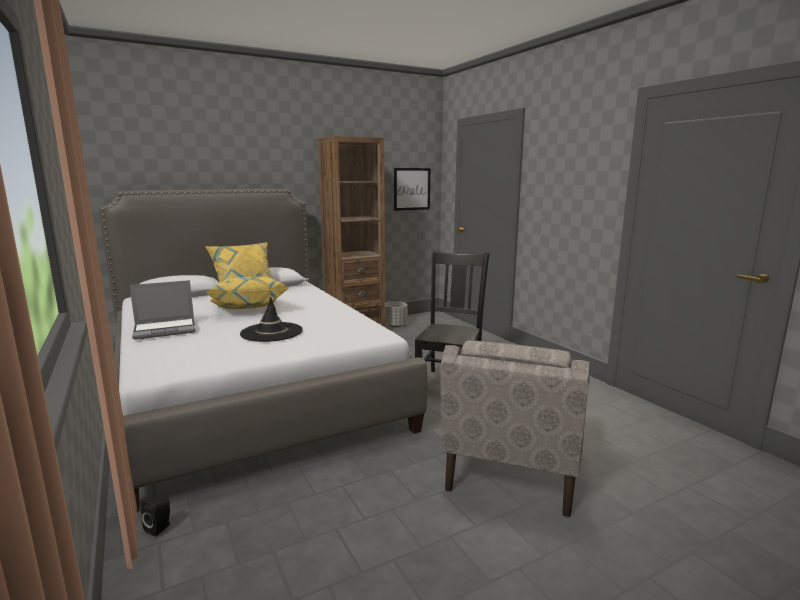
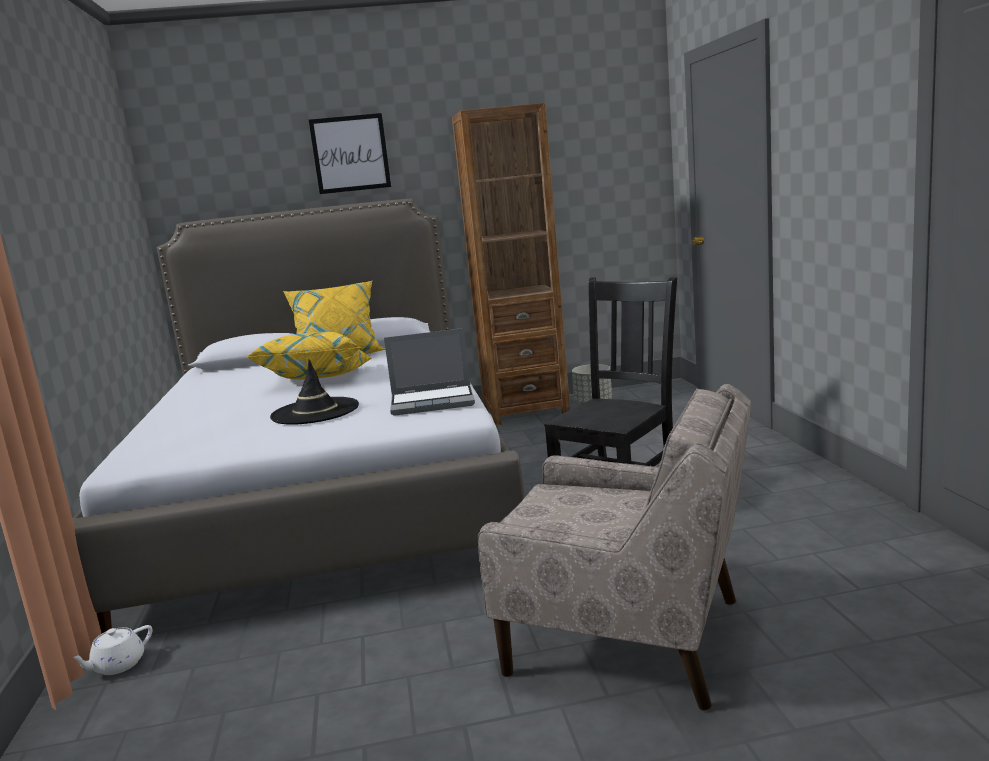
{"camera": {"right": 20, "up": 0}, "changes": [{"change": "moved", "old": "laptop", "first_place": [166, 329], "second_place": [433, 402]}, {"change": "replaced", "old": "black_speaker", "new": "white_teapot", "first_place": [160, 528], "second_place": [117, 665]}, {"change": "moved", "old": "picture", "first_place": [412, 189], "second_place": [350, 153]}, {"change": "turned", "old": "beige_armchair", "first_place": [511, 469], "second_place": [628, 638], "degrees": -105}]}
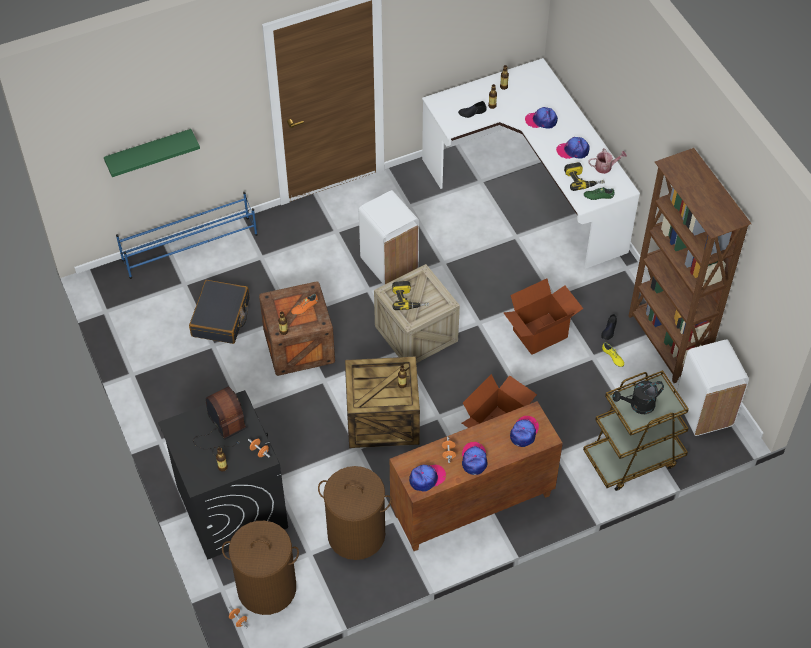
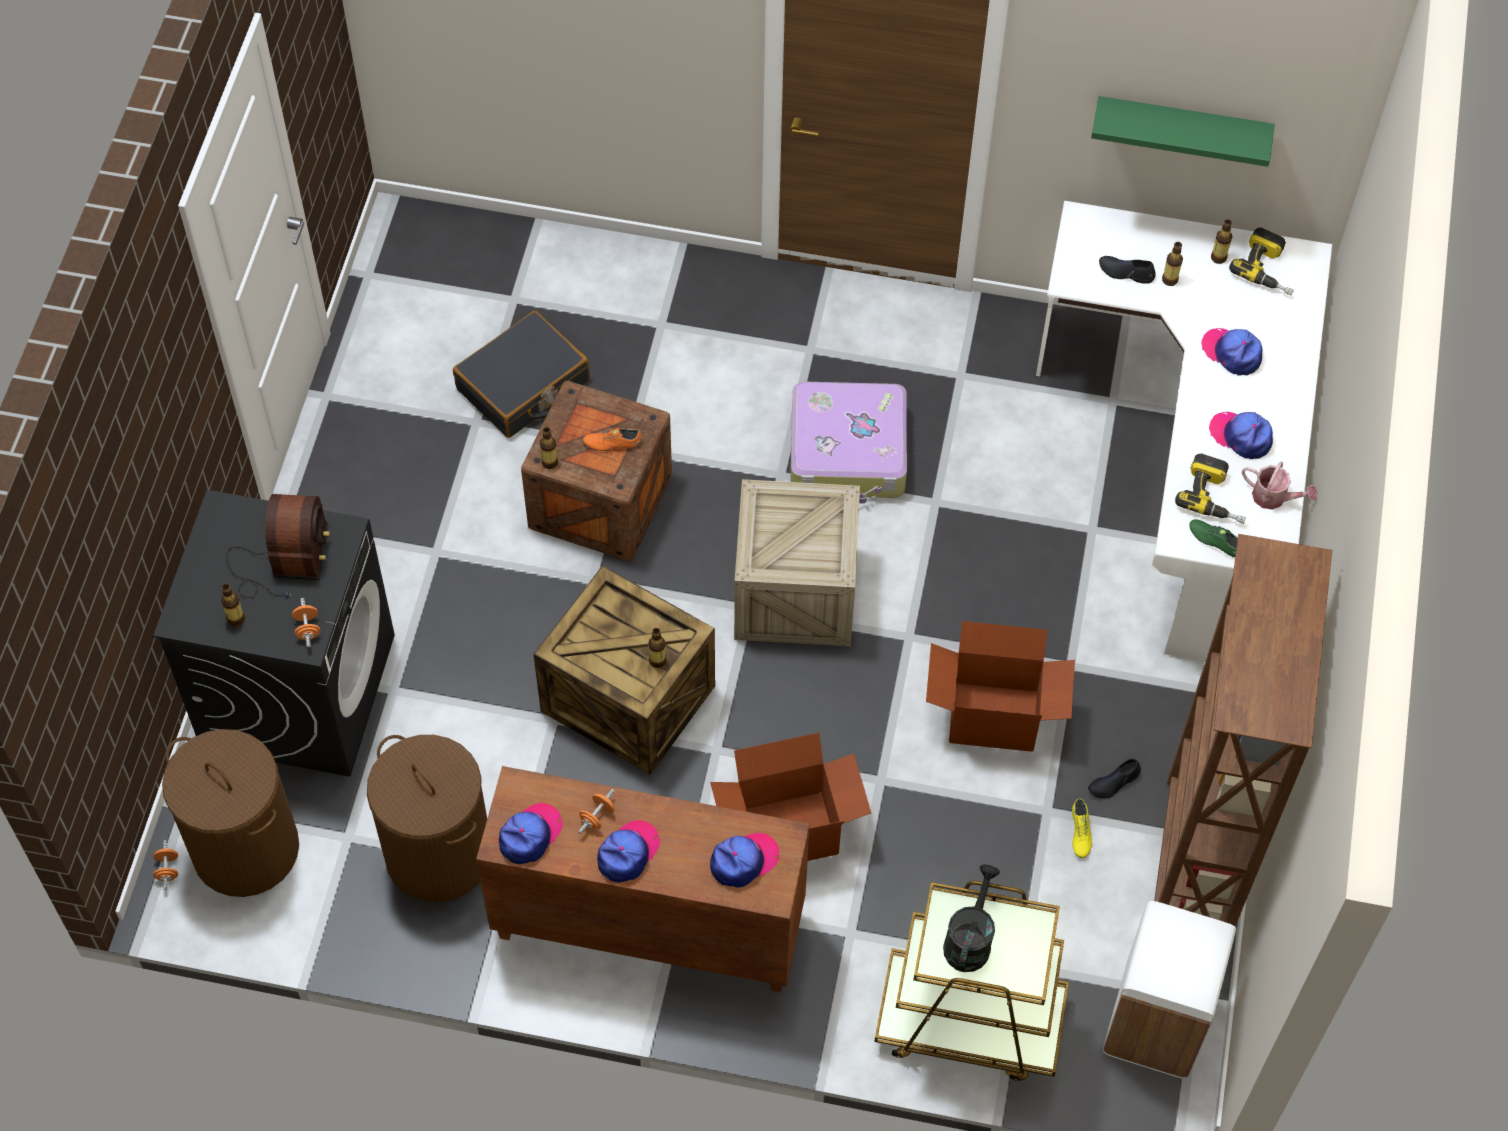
{"camera": {"right": 35, "up": 5}, "changes": [{"change": "moved", "old": "green_shelf", "first_place": [149, 152], "second_place": [1182, 128]}, {"change": "removed", "old": "blue_shoe_rack", "first_place": [190, 247]}, {"change": "replaced", "old": "white_trash_can", "new": "suitcase", "first_place": [389, 264], "second_place": [848, 453]}, {"change": "moved", "old": "power_drill", "first_place": [409, 299], "second_place": [1268, 269]}, {"change": "turned", "old": "cap", "first_place": [427, 478], "second_place": [530, 835], "degrees": -60}, {"change": "turned", "old": "black_watering_can", "first_place": [638, 406], "second_place": [969, 939], "degrees": 90}]}
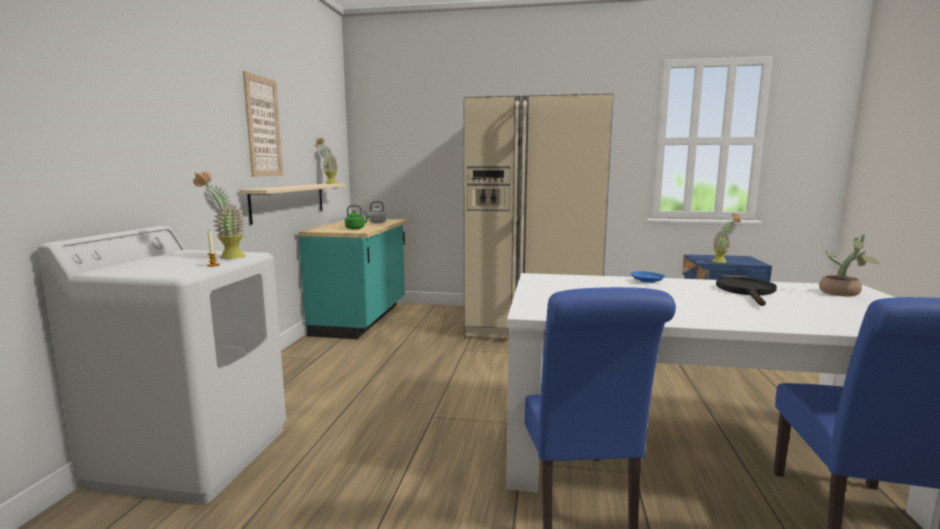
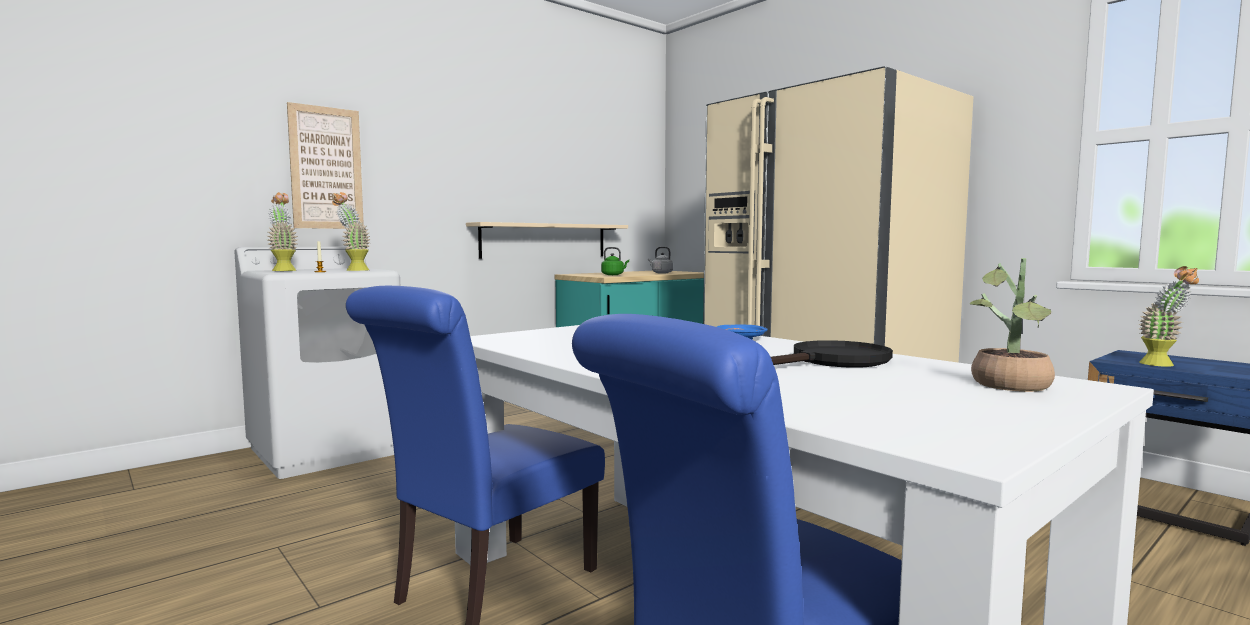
{"camera": {"right": 40, "up": -5}, "changes": [{"change": "moved", "old": "picture", "first_place": [263, 127], "second_place": [326, 168]}, {"change": "moved", "old": "potted_plant", "first_place": [328, 183], "second_place": [283, 270]}]}
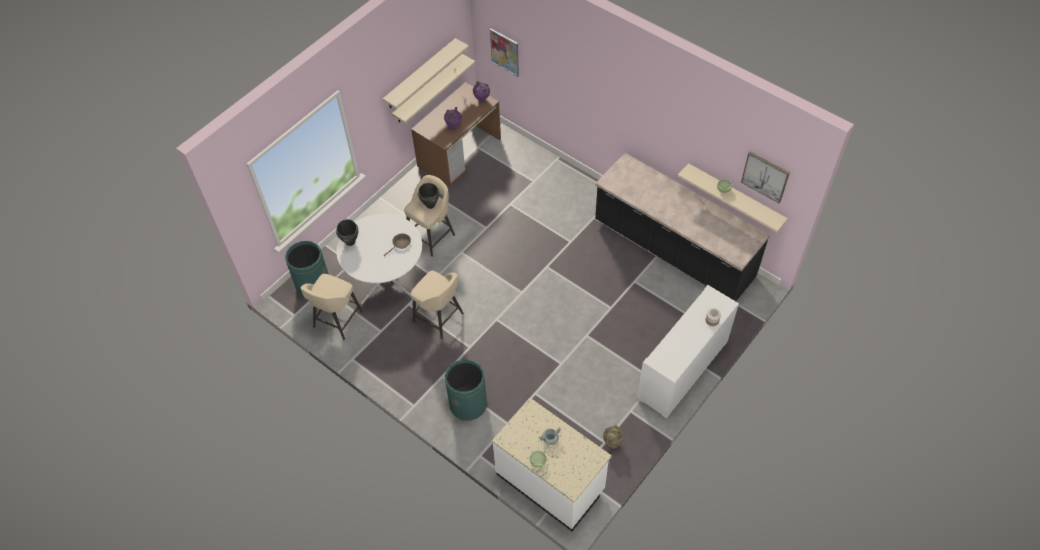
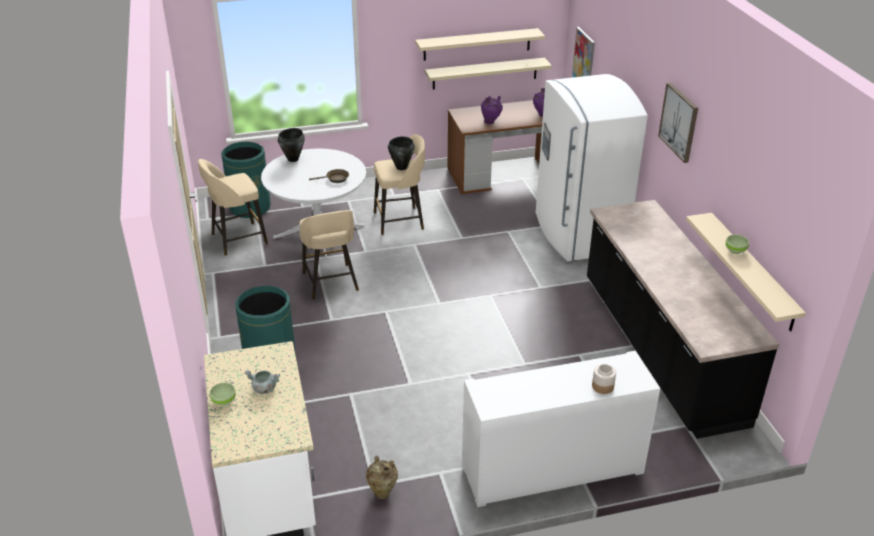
{"camera": {"right": 35, "up": -20}, "changes": [{"change": "moved", "old": "picture", "first_place": [765, 176], "second_place": [679, 122]}, {"change": "added", "new": "white_fridge", "second_place": [577, 234]}]}
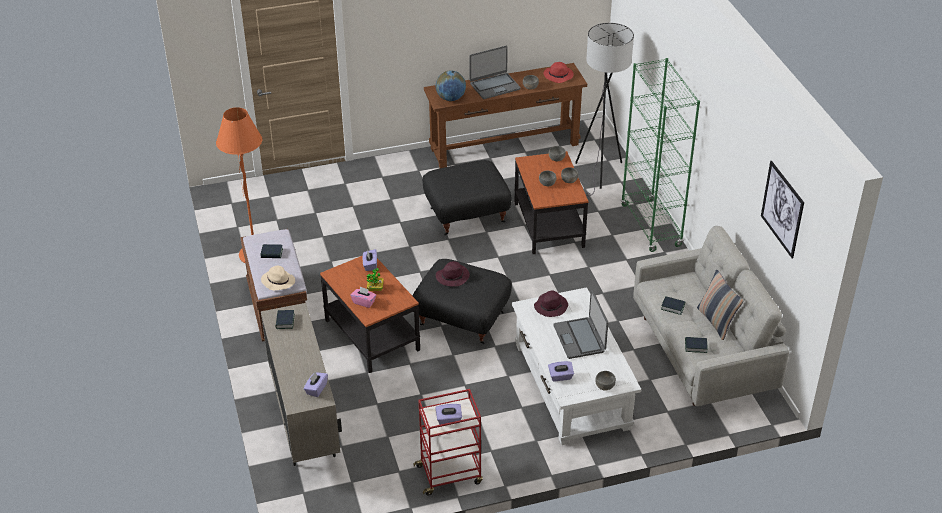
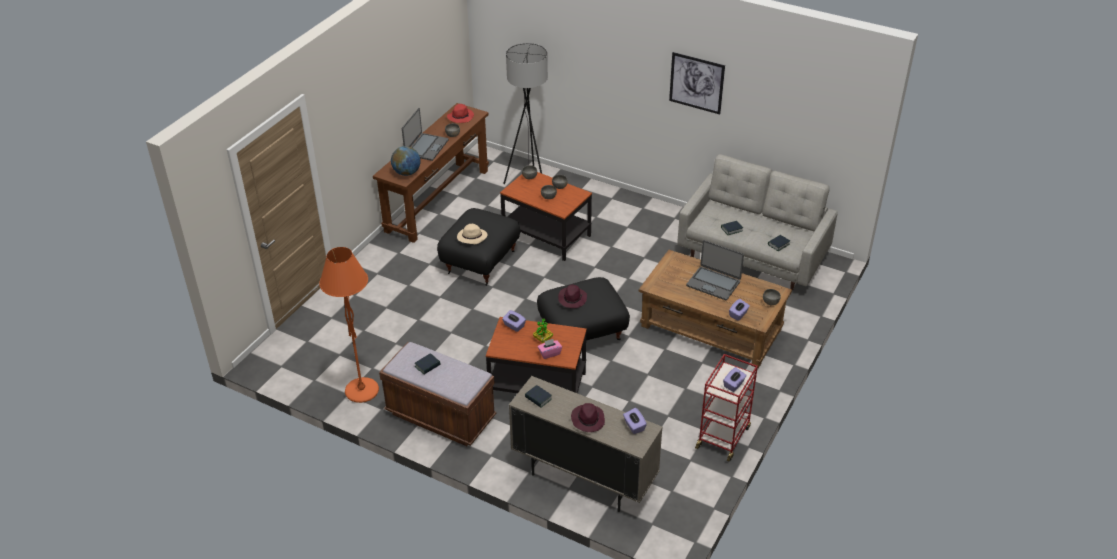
{"camera": {"right": -45, "up": 0}, "changes": [{"change": "moved", "old": "beige_hat", "first_place": [278, 281], "second_place": [471, 237]}, {"change": "recoloured", "old": "white_coffee_table", "new": "brown_coffee_table", "first_place": [572, 386], "second_place": [711, 328]}, {"change": "moved", "old": "purple_hat", "first_place": [551, 306], "second_place": [587, 419]}, {"change": "removed", "old": "green_bookcase", "first_place": [651, 226]}, {"change": "removed", "old": "pillow", "first_place": [716, 322]}, {"change": "moved", "old": "picture", "first_place": [782, 209], "second_place": [696, 83]}]}
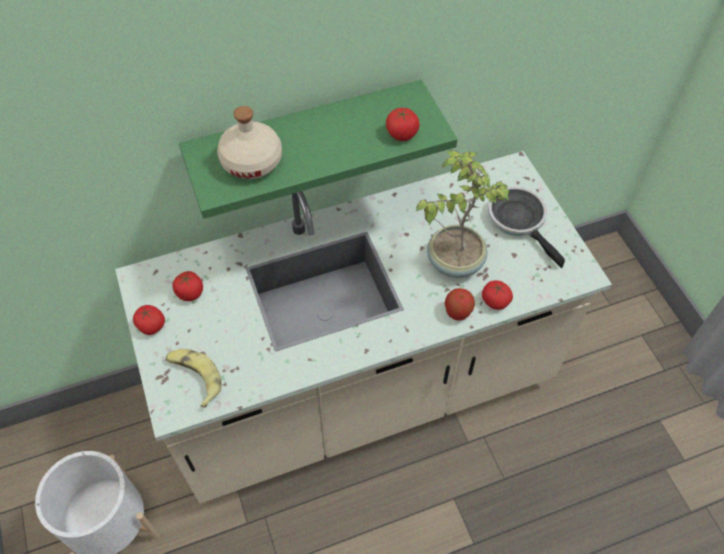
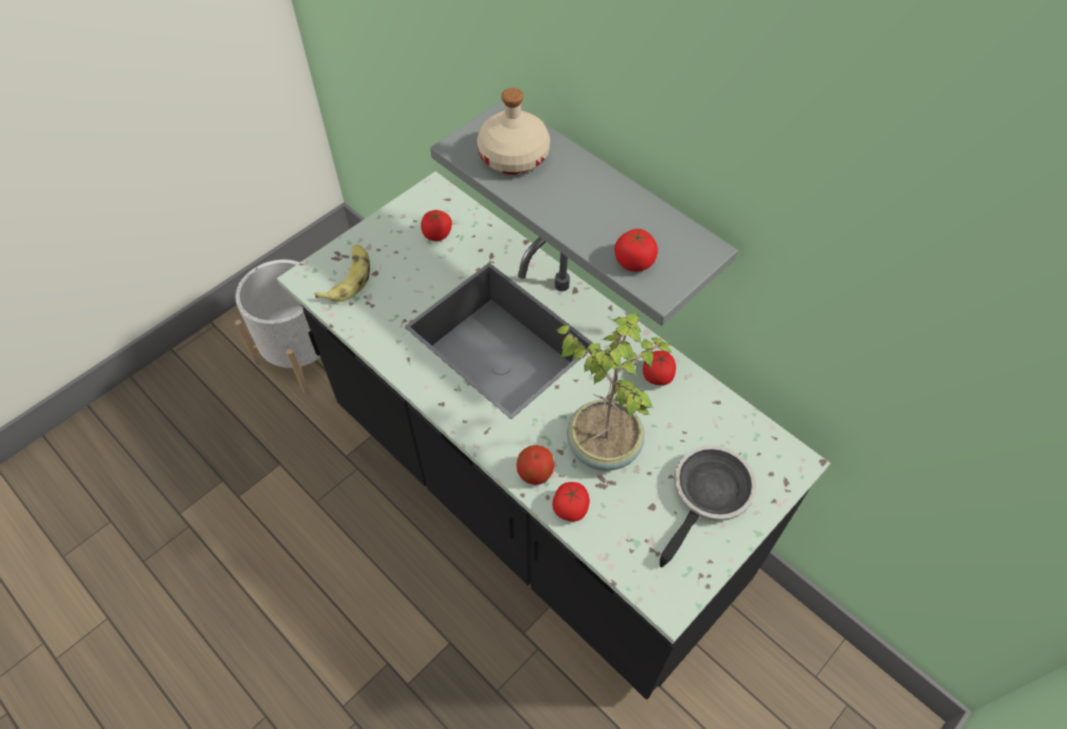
{"camera": {"right": 65, "up": 0}, "changes": [{"change": "recoloured", "old": "beige_counter", "new": "black_counter", "first_place": [362, 388], "second_place": [533, 495]}, {"change": "moved", "old": "tomato", "first_place": [151, 326], "second_place": [657, 375]}, {"change": "recoloured", "old": "green_shelf", "new": "grey_shelf", "first_place": [306, 137], "second_place": [610, 201]}]}
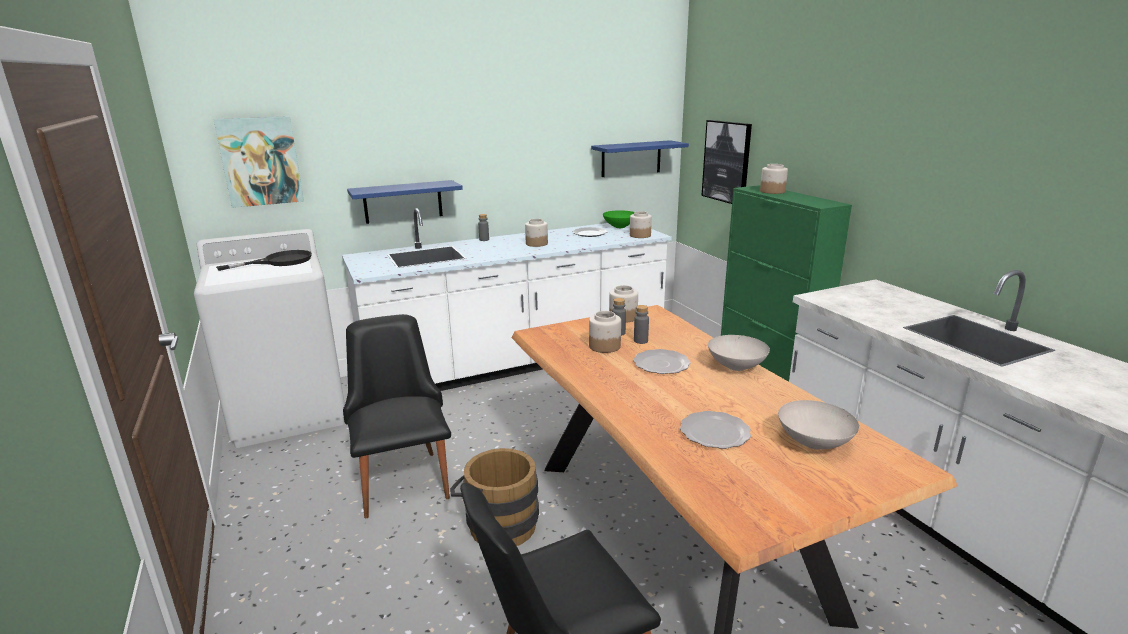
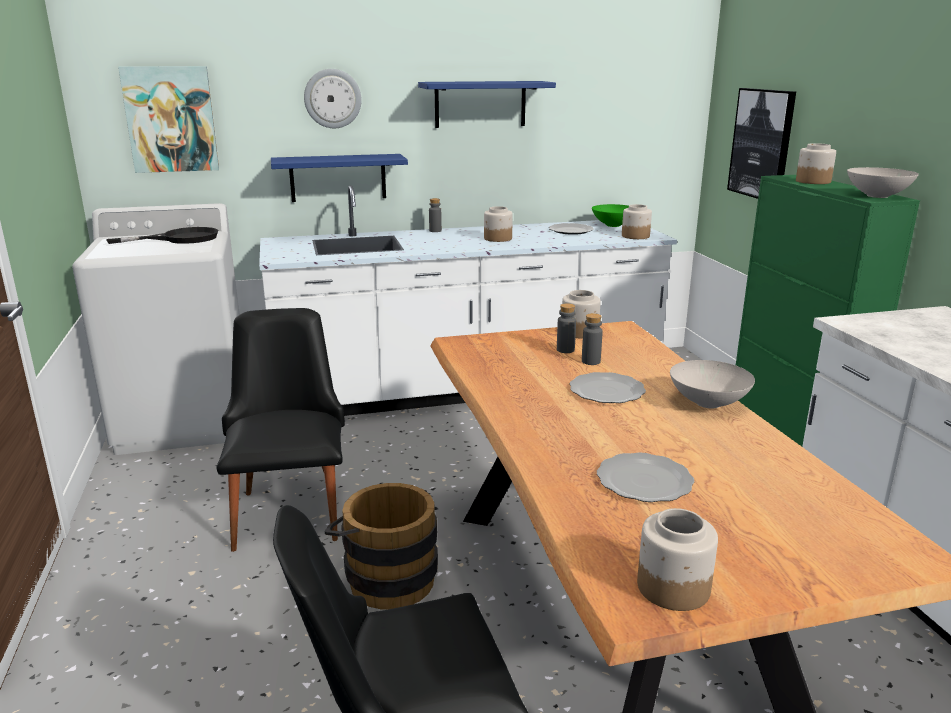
{"camera": {"right": 10, "up": 0}, "changes": [{"change": "moved", "old": "jar", "first_place": [604, 346], "second_place": [672, 587]}, {"change": "moved", "old": "blue_shelf", "first_place": [631, 158], "second_place": [480, 104]}, {"change": "moved", "old": "white_bowl", "first_place": [815, 443], "second_place": [878, 196]}, {"change": "added", "new": "wall_clock", "second_place": [332, 98]}]}
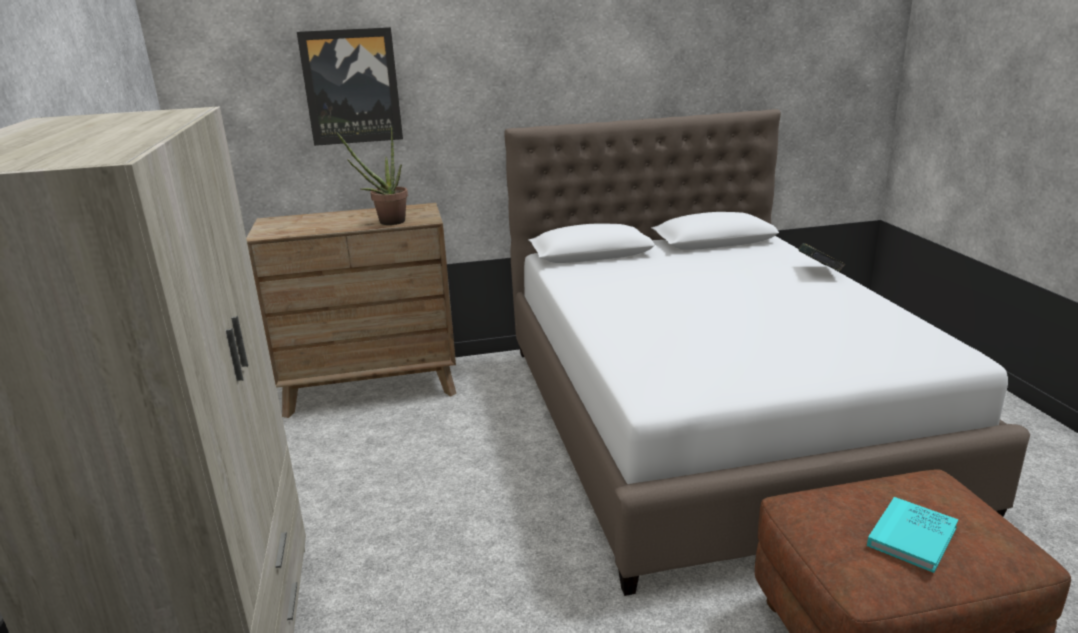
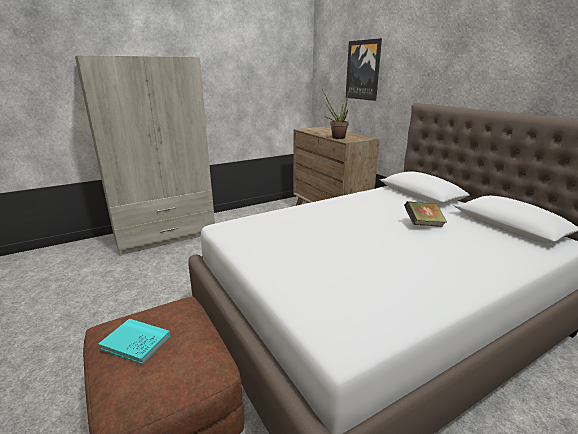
{"camera": {"right": 70, "up": 0}, "changes": [{"change": "moved", "old": "book", "first_place": [819, 272], "second_place": [423, 225]}]}
